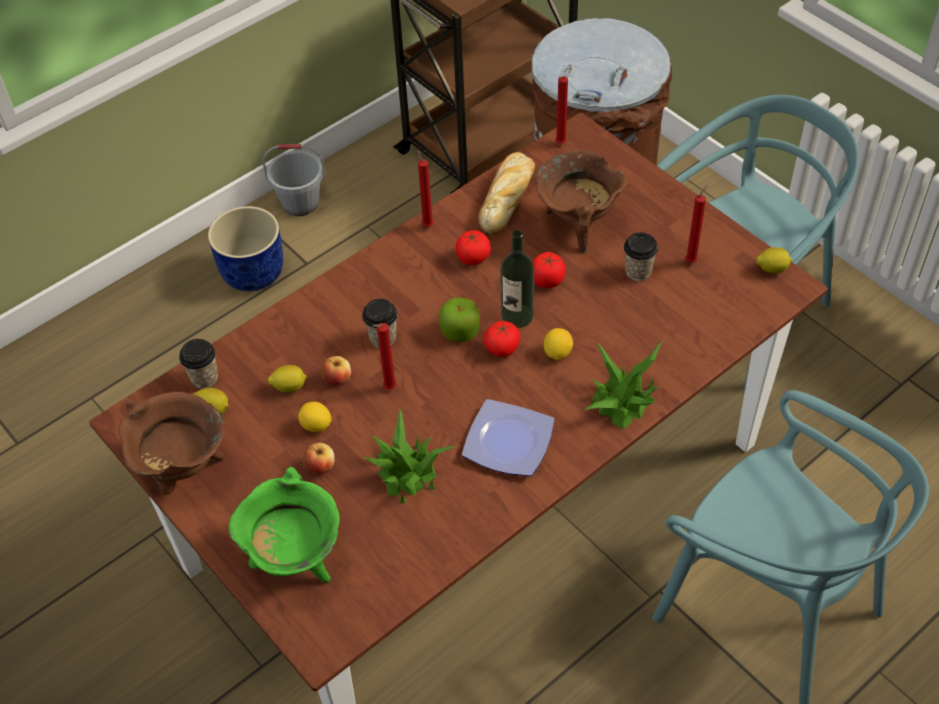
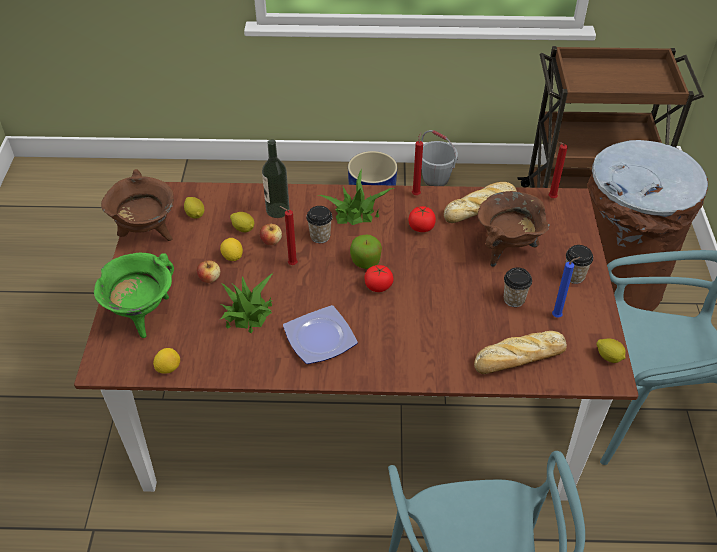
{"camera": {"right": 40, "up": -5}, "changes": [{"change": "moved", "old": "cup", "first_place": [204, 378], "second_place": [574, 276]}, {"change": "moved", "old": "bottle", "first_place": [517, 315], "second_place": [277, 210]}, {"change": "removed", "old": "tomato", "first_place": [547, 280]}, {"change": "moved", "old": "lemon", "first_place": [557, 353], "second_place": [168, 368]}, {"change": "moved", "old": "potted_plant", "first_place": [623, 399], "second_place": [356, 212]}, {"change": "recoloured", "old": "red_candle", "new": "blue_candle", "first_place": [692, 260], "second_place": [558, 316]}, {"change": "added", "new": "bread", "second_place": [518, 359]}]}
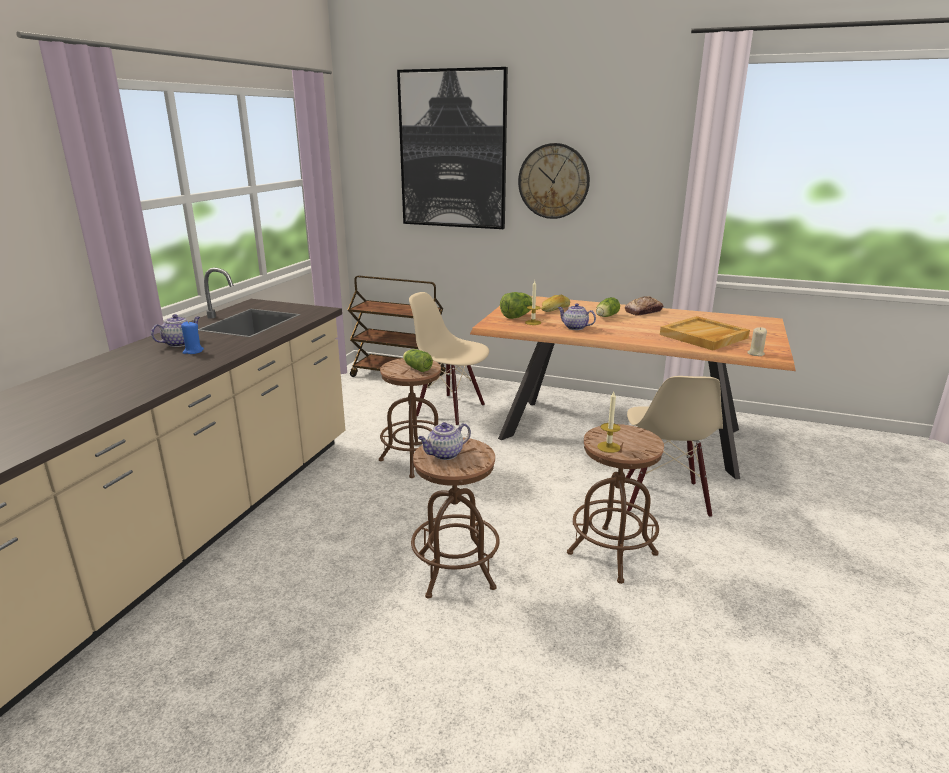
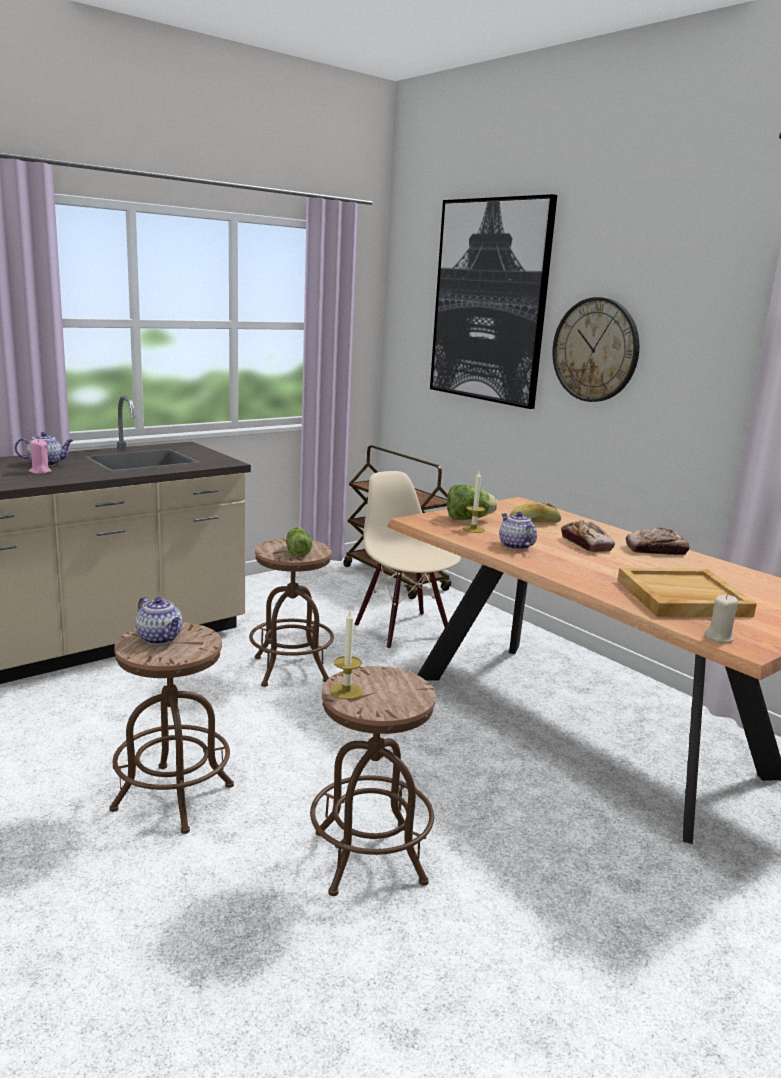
{"camera": {"right": 30, "up": -5}, "changes": [{"change": "recoloured", "old": "blue_candle", "new": "pink_candle", "first_place": [193, 351], "second_place": [40, 472]}, {"change": "turned", "old": "teapot", "first_place": [444, 454], "second_place": [160, 638], "degrees": -135}, {"change": "replaced", "old": "lettuce", "new": "bread", "first_place": [605, 316], "second_place": [586, 544]}, {"change": "removed", "old": "beige_chair", "first_place": [664, 498]}]}
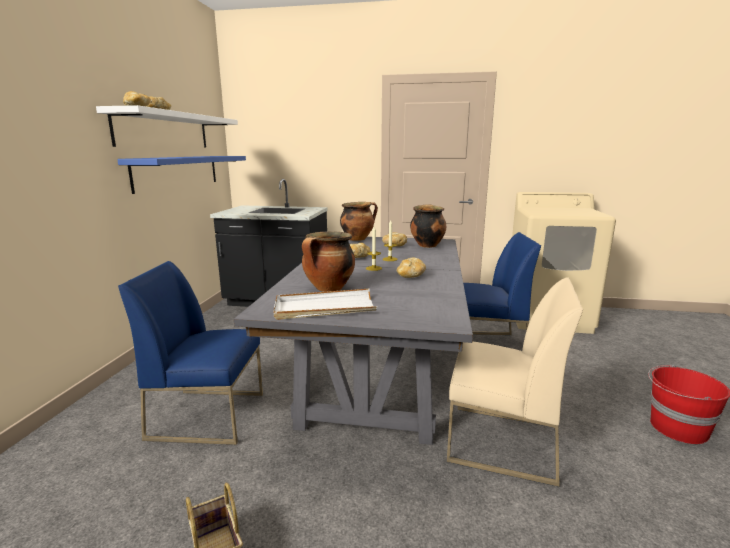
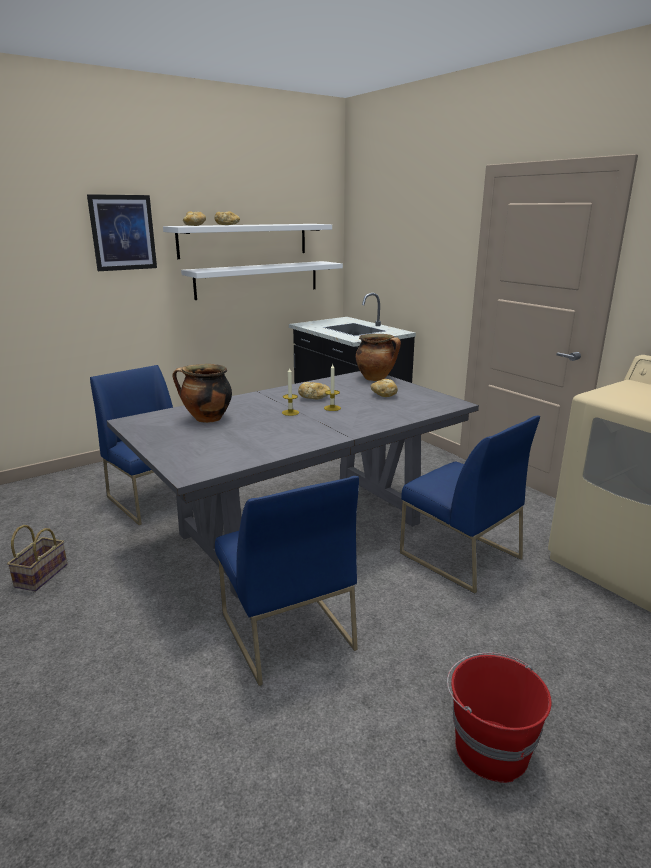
{"camera": {"right": 45, "up": 5}, "changes": [{"change": "recoloured", "old": "blue_shelf", "new": "white_shelf", "first_place": [178, 172], "second_place": [258, 279]}, {"change": "removed", "old": "white_tray", "first_place": [324, 308]}, {"change": "removed", "old": "bread", "first_place": [410, 276]}, {"change": "removed", "old": "cooking_pot", "first_place": [427, 245]}, {"change": "recoloured", "old": "beige_chair", "new": "blue_chair", "first_place": [500, 442], "second_place": [285, 630]}, {"change": "added", "new": "picture", "second_place": [123, 233]}]}
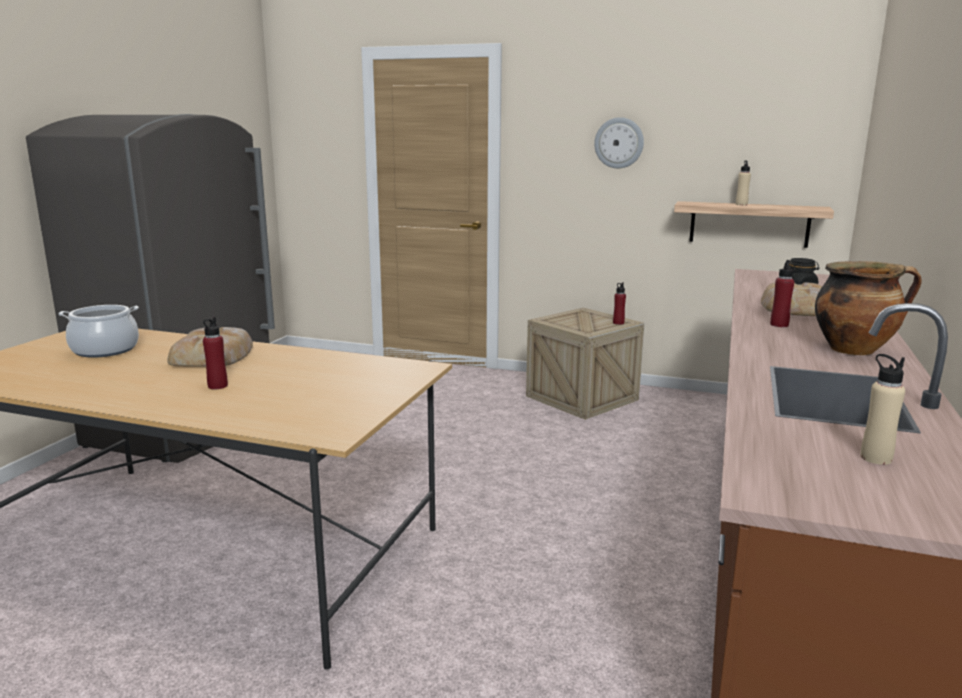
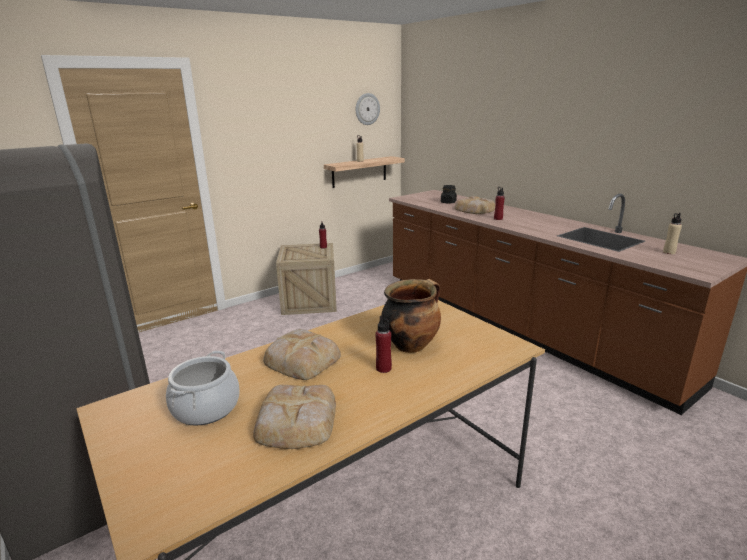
{"camera": {"right": -55, "up": 5}, "changes": [{"change": "moved", "old": "wall_clock", "first_place": [619, 143], "second_place": [367, 109]}, {"change": "moved", "old": "cooking_pot", "first_place": [855, 350], "second_place": [411, 345]}, {"change": "added", "new": "bread", "second_place": [295, 422]}]}
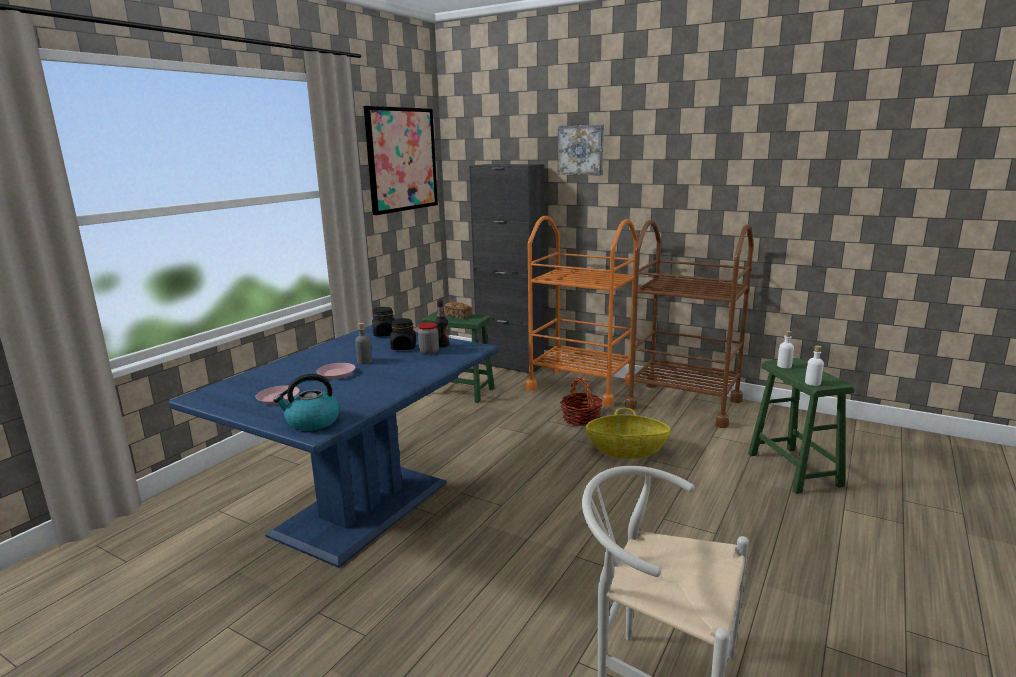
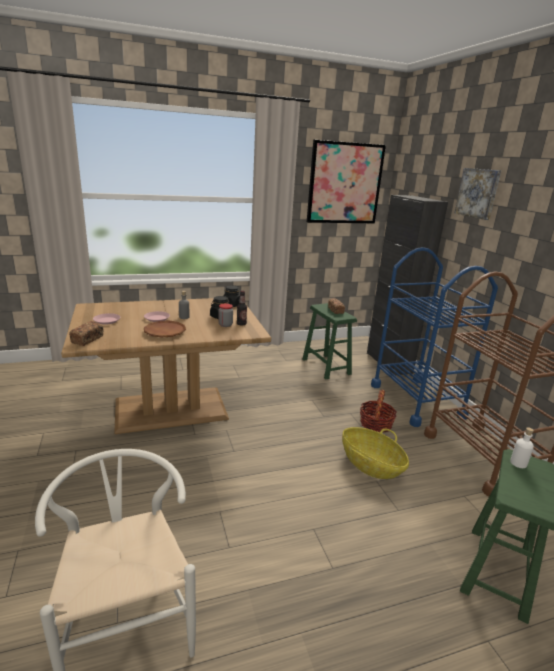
{"camera": {"right": 40, "up": 5}, "changes": [{"change": "recoloured", "old": "blue_dining_table", "new": "brown_dining_table", "first_place": [364, 508], "second_place": [171, 410]}, {"change": "replaced", "old": "kettle", "new": "bread", "first_place": [312, 422], "second_place": [87, 339]}, {"change": "recoloured", "old": "orange_cart", "new": "blue_cart", "first_place": [581, 386], "second_place": [416, 401]}, {"change": "removed", "old": "white_bottle", "first_place": [812, 383]}, {"change": "added", "new": "brown_plate", "second_place": [165, 332]}]}
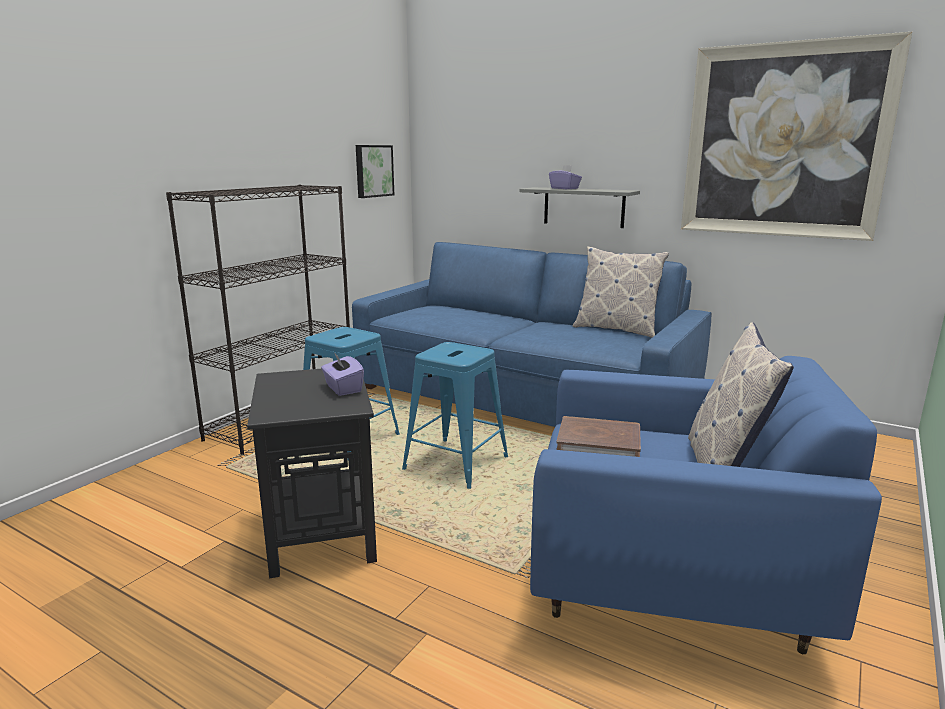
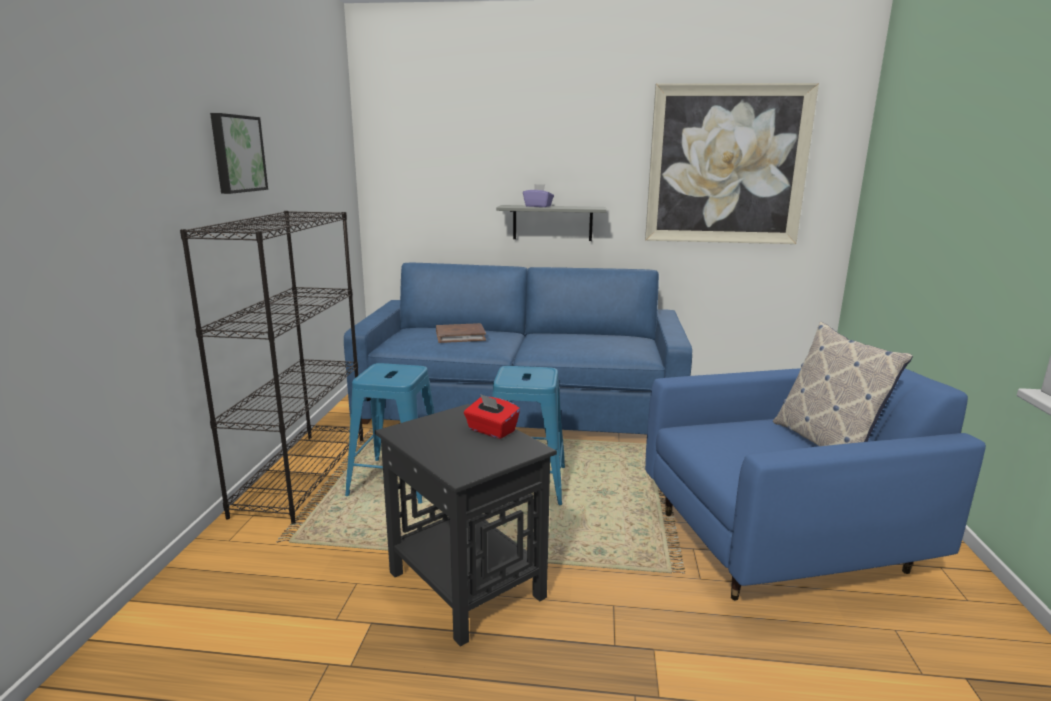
{"camera": {"right": -25, "up": 0}, "changes": [{"change": "recoloured", "old": "purple_tissue_box", "new": "red_tissue_box", "first_place": [343, 388], "second_place": [491, 430]}, {"change": "moved", "old": "picture", "first_place": [373, 171], "second_place": [237, 153]}, {"change": "moved", "old": "brown_book", "first_place": [598, 443], "second_place": [460, 336]}, {"change": "removed", "old": "pillow", "first_place": [616, 329]}]}
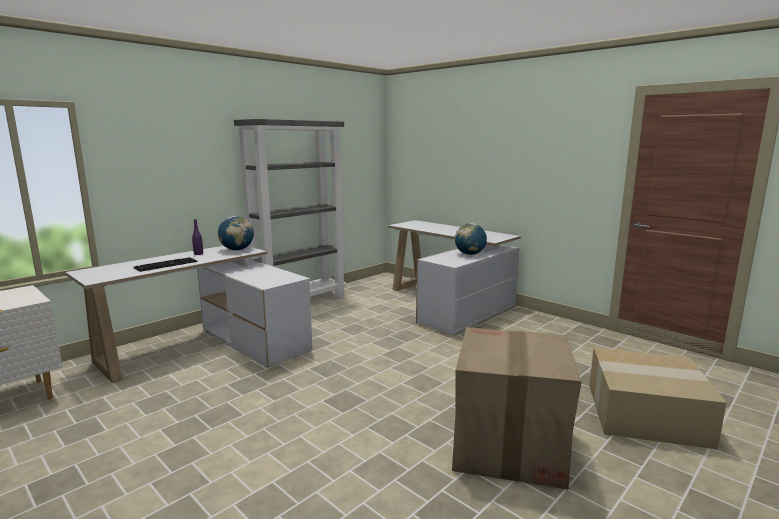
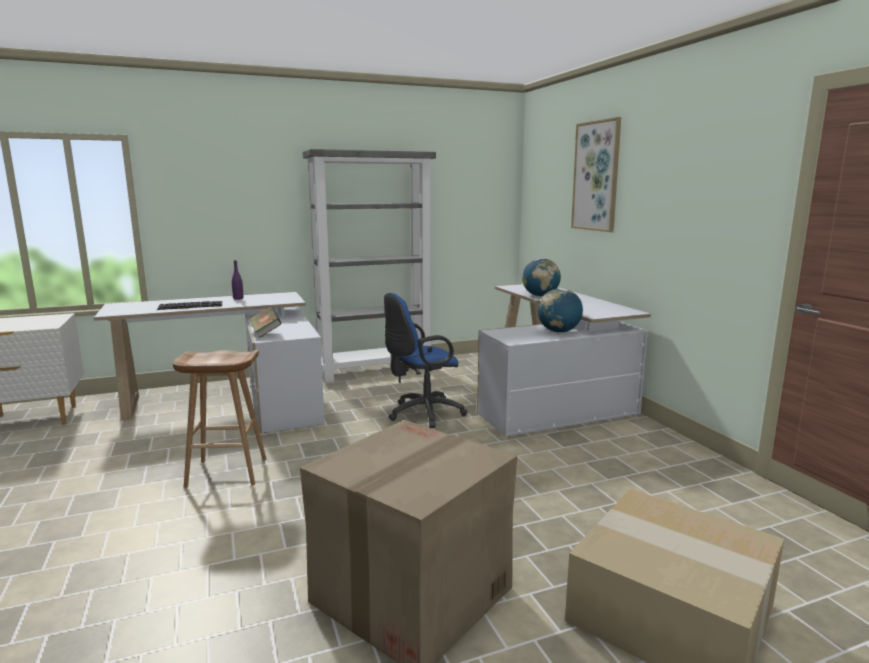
{"camera": {"right": 25, "up": 0}, "changes": [{"change": "moved", "old": "globe", "first_place": [237, 249], "second_place": [540, 295]}, {"change": "added", "new": "brown_stool", "second_place": [225, 473]}, {"change": "added", "new": "book", "second_place": [266, 333]}, {"change": "added", "new": "blue_office_chair", "second_place": [422, 414]}, {"change": "added", "new": "picture", "second_place": [596, 176]}]}
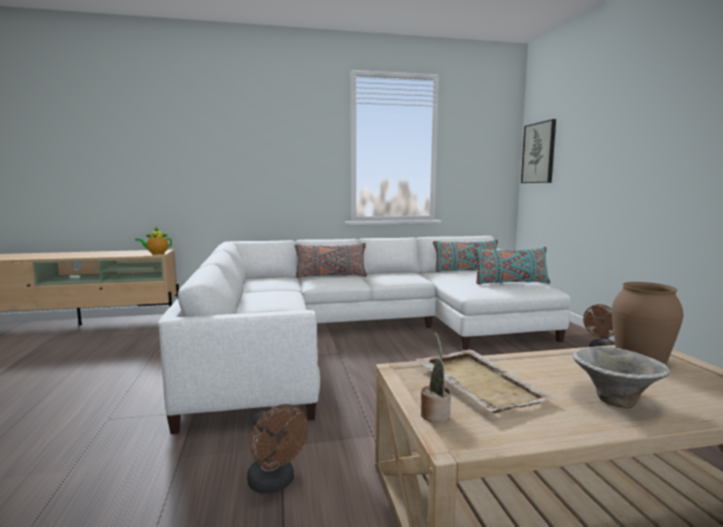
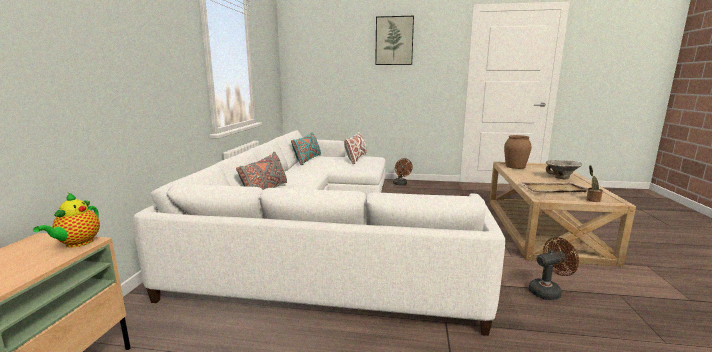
{"camera": {"right": -70, "up": 5}, "changes": [{"change": "recoloured", "old": "turquoise_pillow", "new": "white_pillow", "first_place": [510, 283], "second_place": [356, 159]}, {"change": "moved", "old": "picture", "first_place": [539, 153], "second_place": [394, 41]}]}
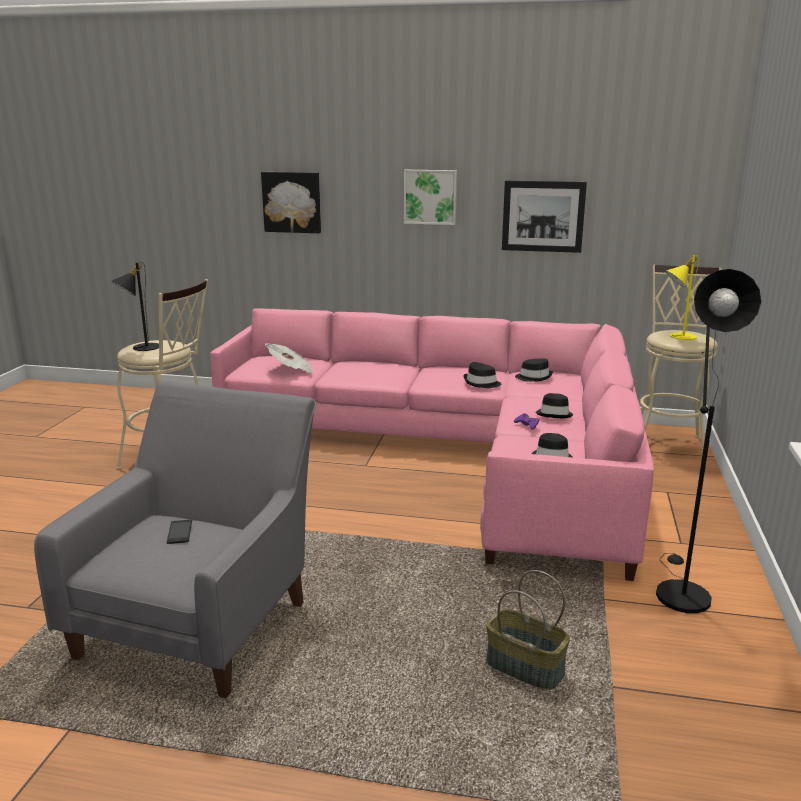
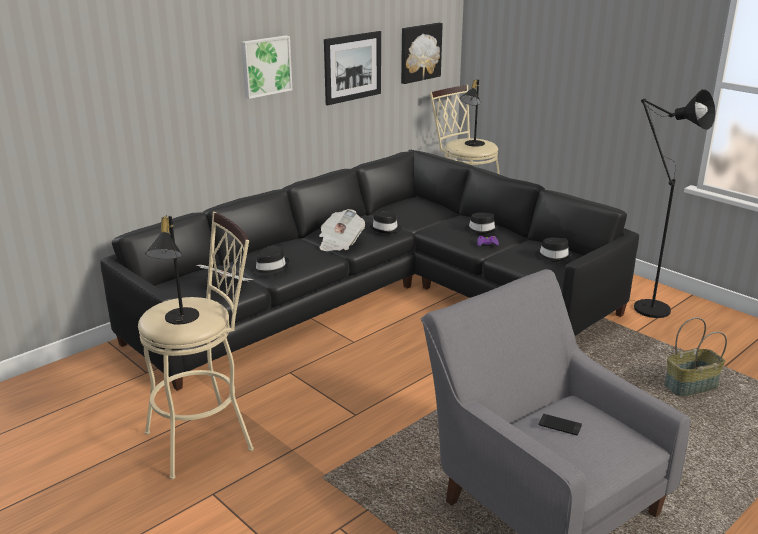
{"camera": {"right": -55, "up": 5}, "changes": [{"change": "recoloured", "old": "pink_sofa", "new": "black_sofa", "first_place": [456, 452], "second_place": [380, 298]}, {"change": "moved", "old": "picture", "first_place": [292, 202], "second_place": [419, 52]}, {"change": "moved", "old": "black_hat", "first_place": [534, 377], "second_place": [270, 268]}, {"change": "recoloured", "old": "yellow_table_lamp", "new": "black_table_lamp", "first_place": [677, 336], "second_place": [472, 144]}, {"change": "added", "new": "newspaper", "second_place": [340, 243]}]}
